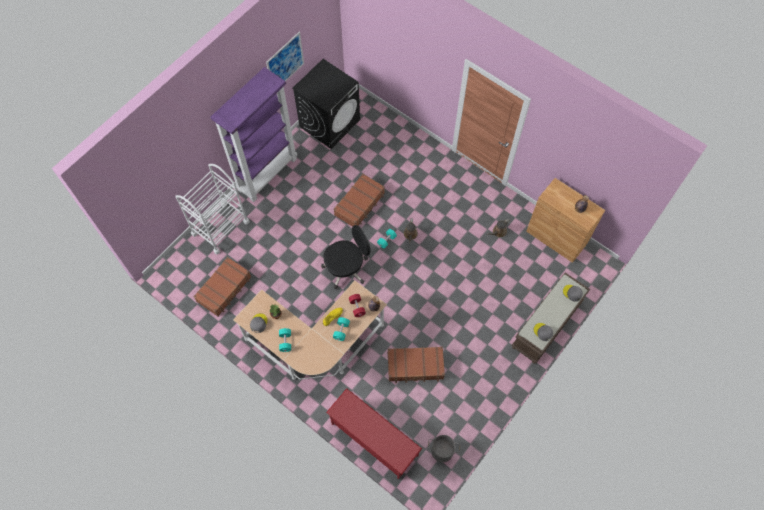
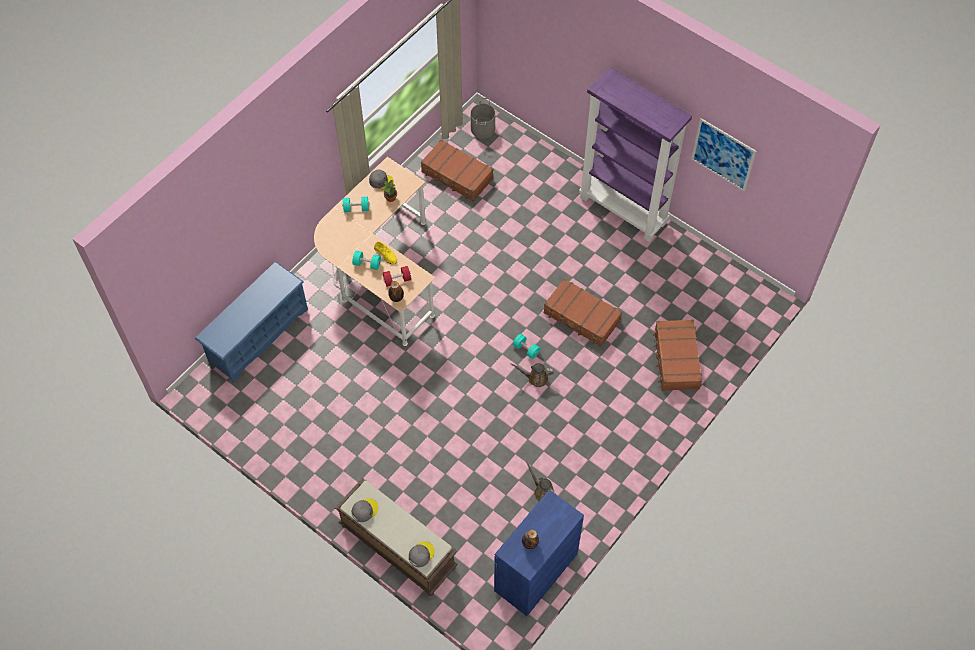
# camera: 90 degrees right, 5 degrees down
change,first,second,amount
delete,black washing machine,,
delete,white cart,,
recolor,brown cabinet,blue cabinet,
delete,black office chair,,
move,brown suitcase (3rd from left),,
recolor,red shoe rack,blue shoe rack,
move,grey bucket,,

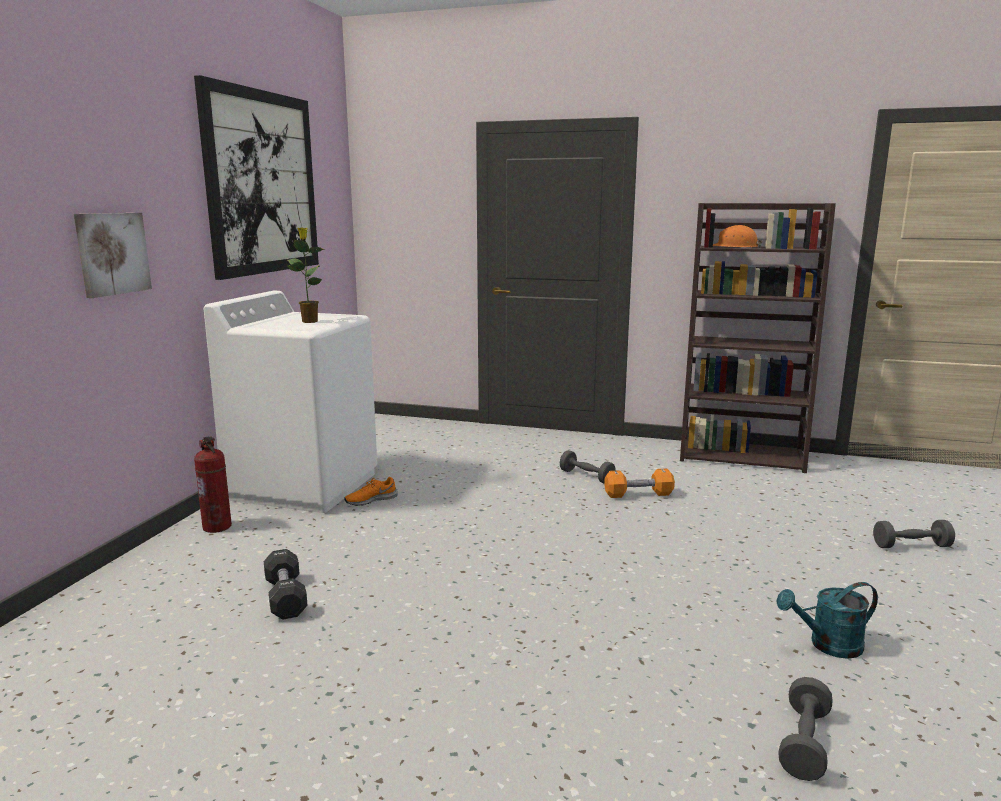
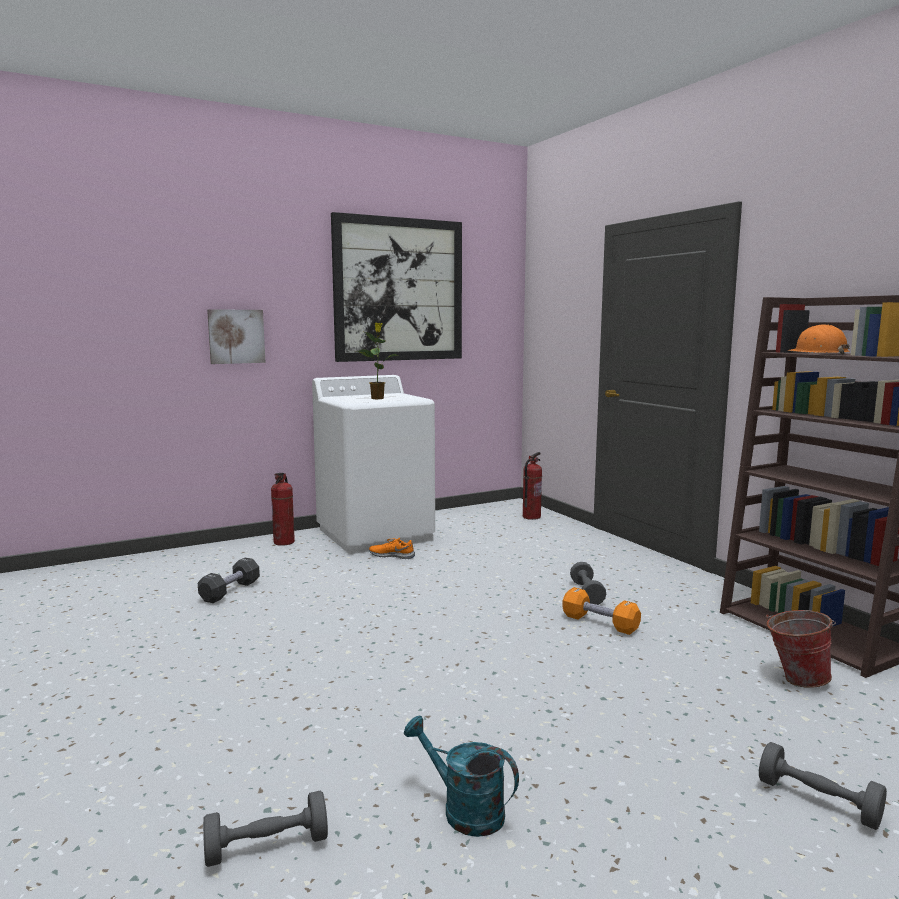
# camera: 45 degrees right, 5 degrees down
change,first,second,amount
insert,,fire extinguisher (2nd from left),
insert,,bucket,

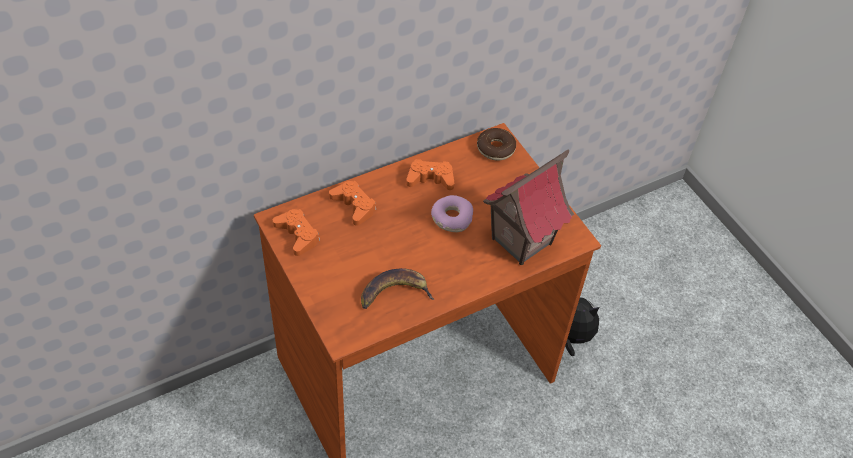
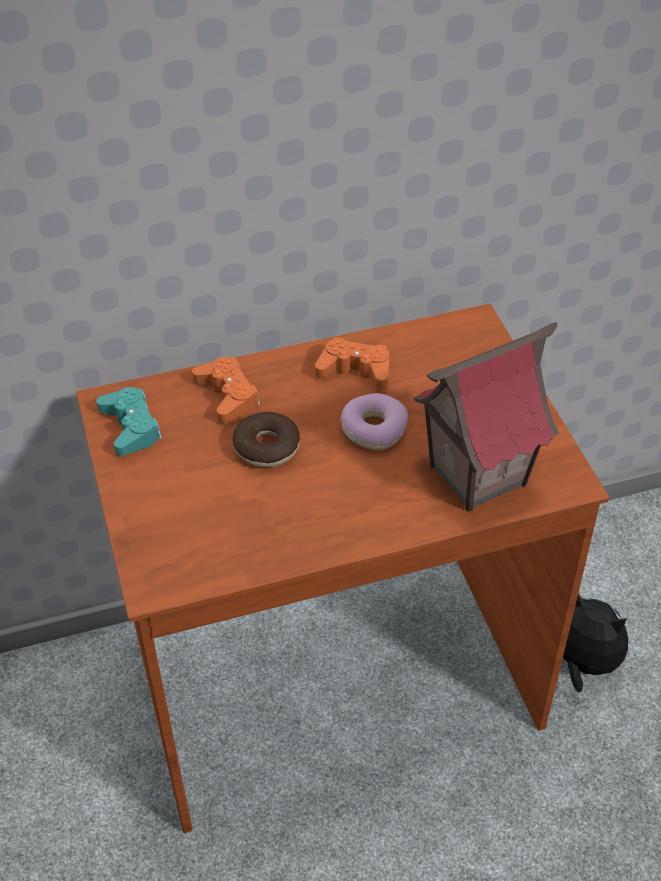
# camera: 15 degrees right, 5 degrees down
change,first,second,amount
move,donut (2nd from left in the first image),donut (1st from left),
recolor,orange game controller (1st from left),turquoise game controller,
delete,banana,,

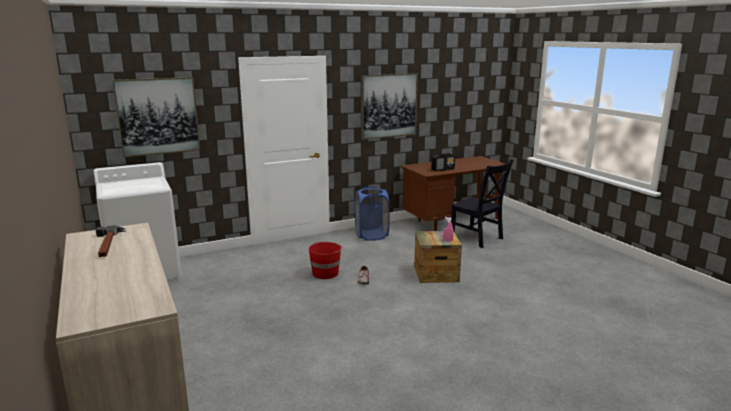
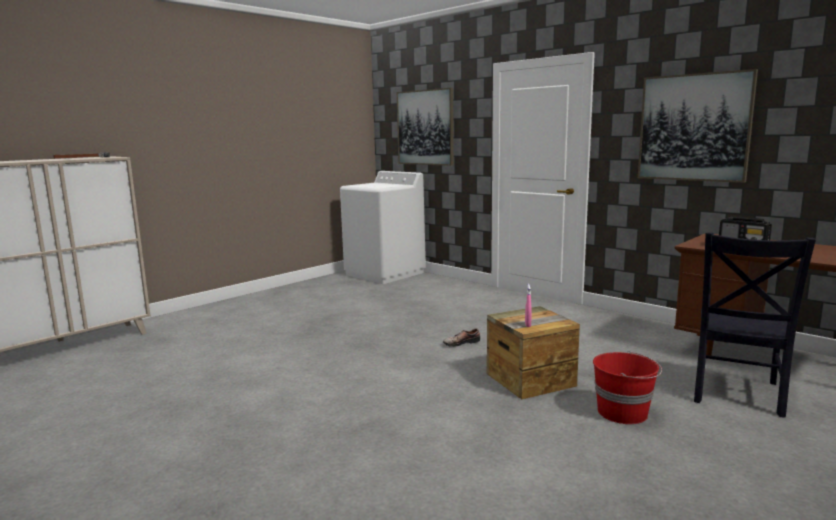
# camera: 70 degrees right, 5 degrees down
change,first,second,amount
delete,blue laundry basket,,
move,red bucket,,

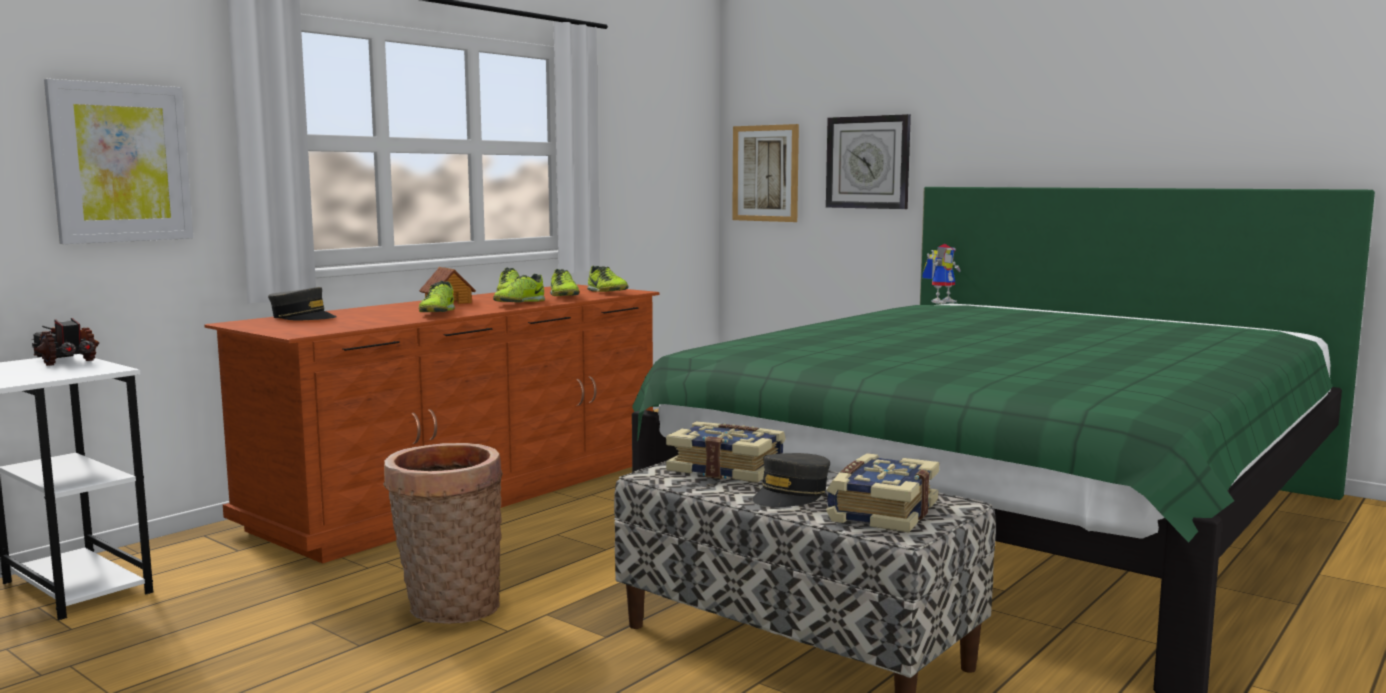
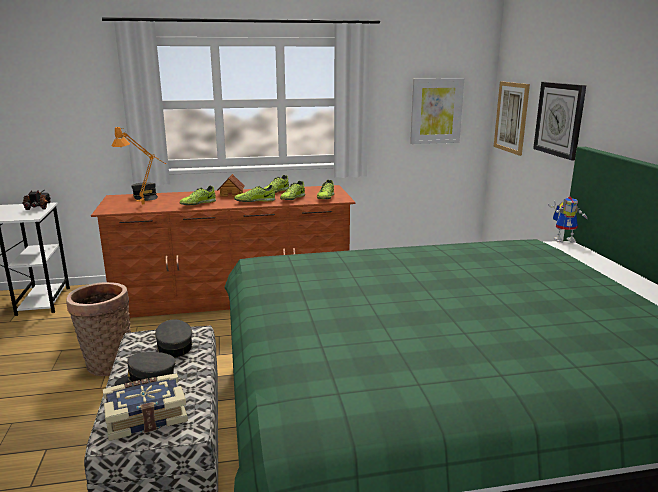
# camera: 40 degrees right, 10 degrees up
change,first,second,amount
move,picture (1st from left),,
replace,book (1st from left),grey cap (3rd from left),
insert,,orange table lamp,

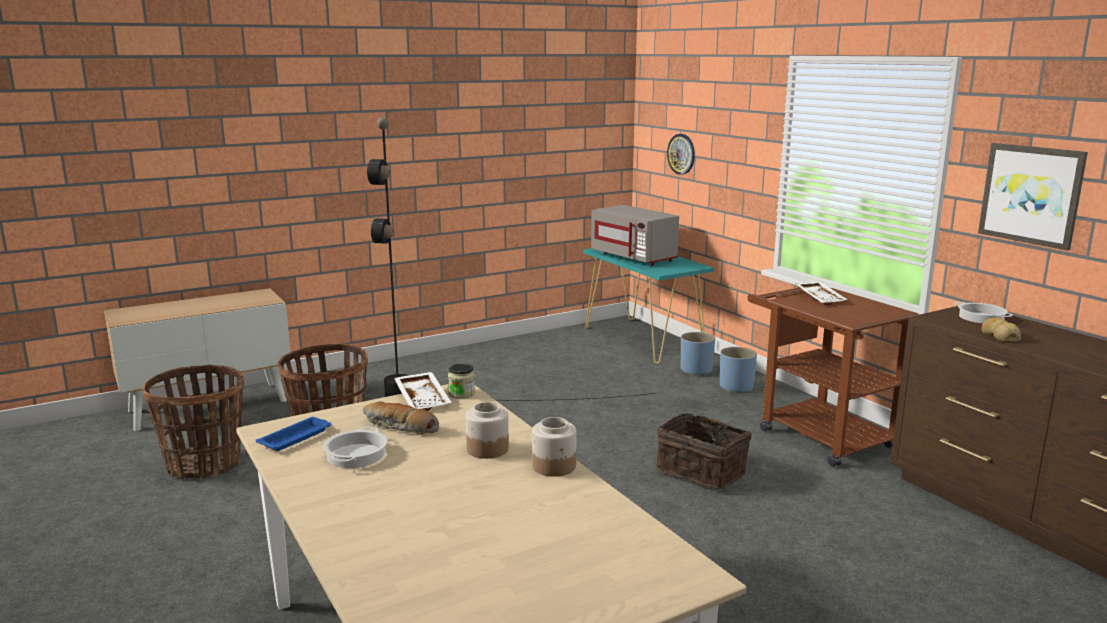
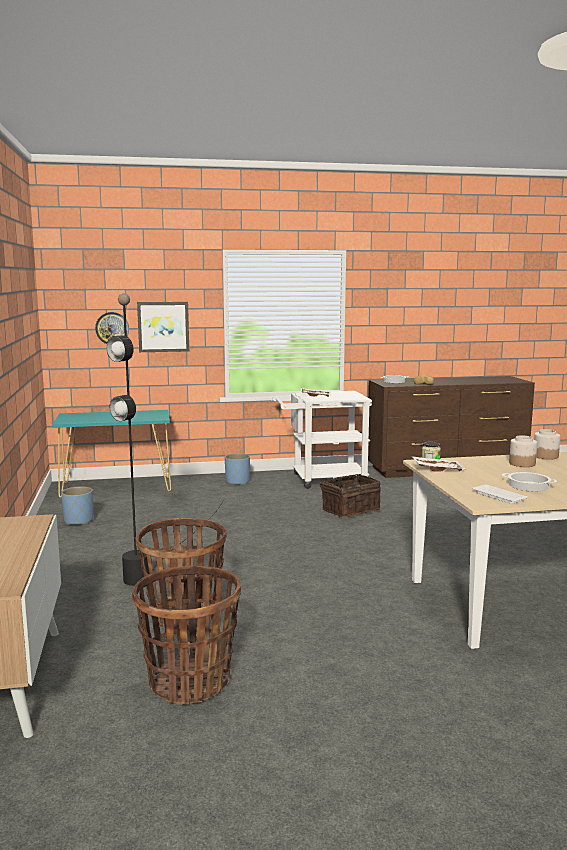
# camera: 70 degrees left, 5 degrees down
change,first,second,amount
move,picture,,
delete,grey microwave,,
recolor,brown cart,white cart,
move,blue planter (1st from left),,
delete,bread (1st from left),,
recolor,blue tray,white tray (3rd from left),

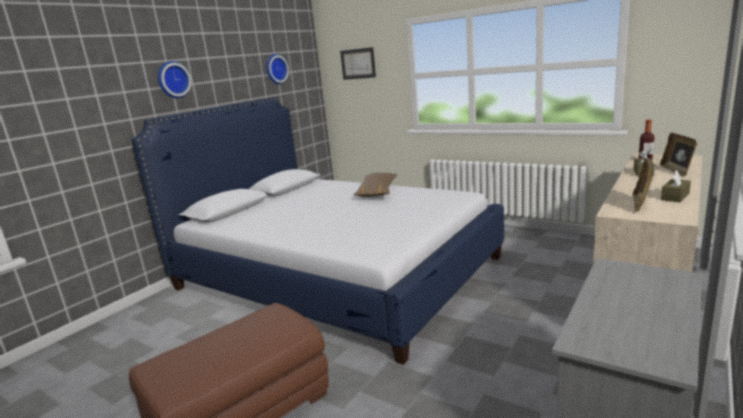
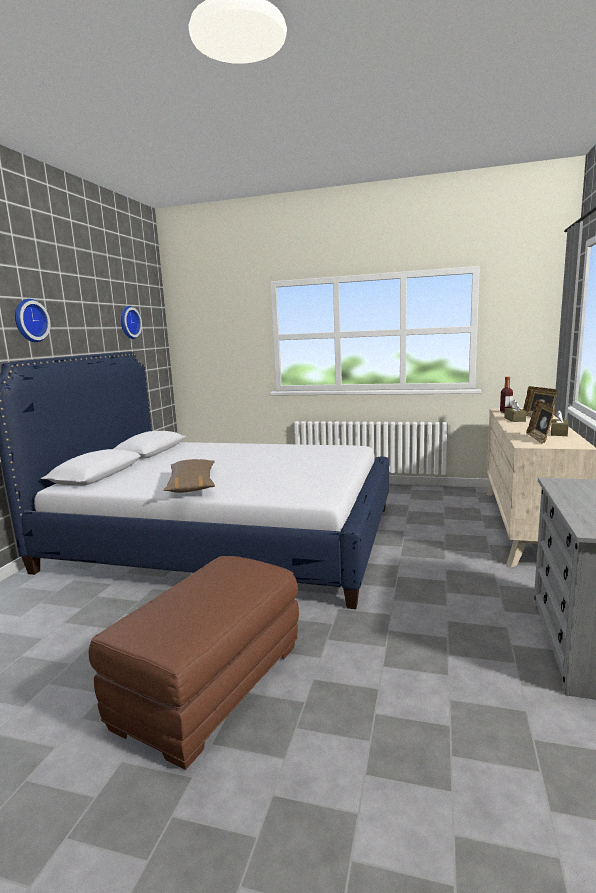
# camera: 20 degrees left, 5 degrees down
change,first,second,amount
delete,picture,,
move,brown pillow,,

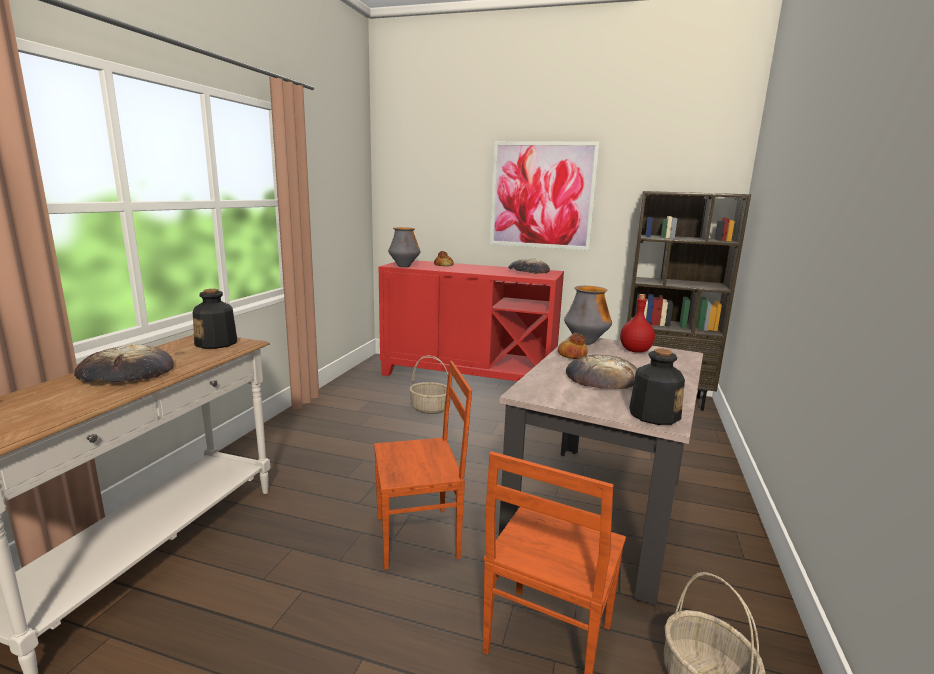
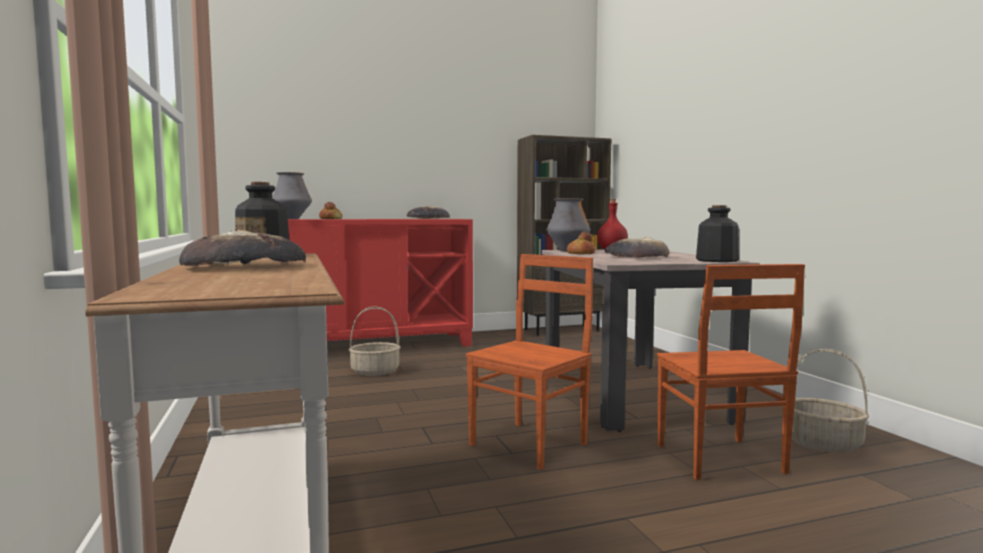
# camera: 35 degrees left, 10 degrees down
change,first,second,amount
delete,picture,,

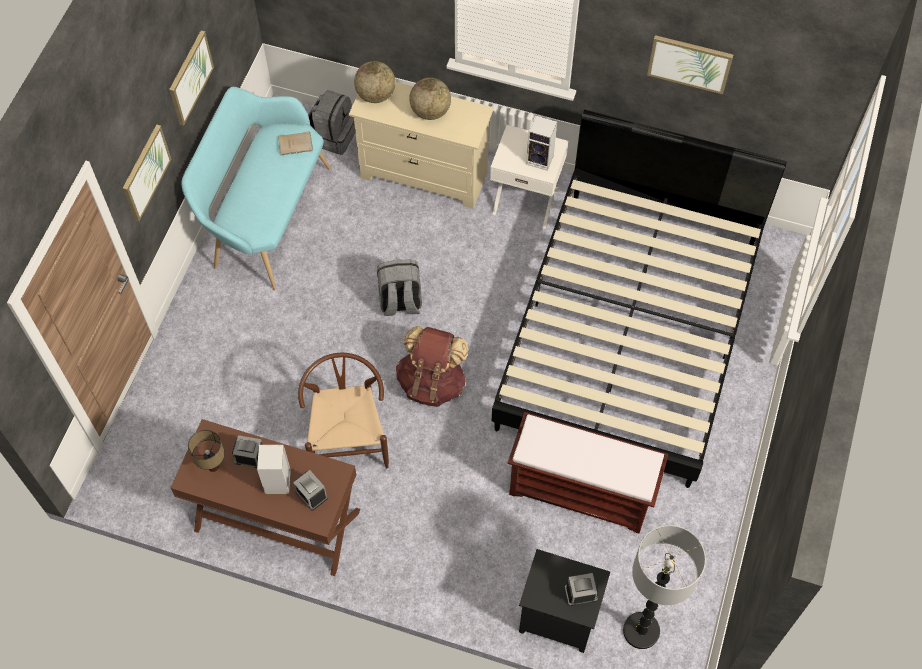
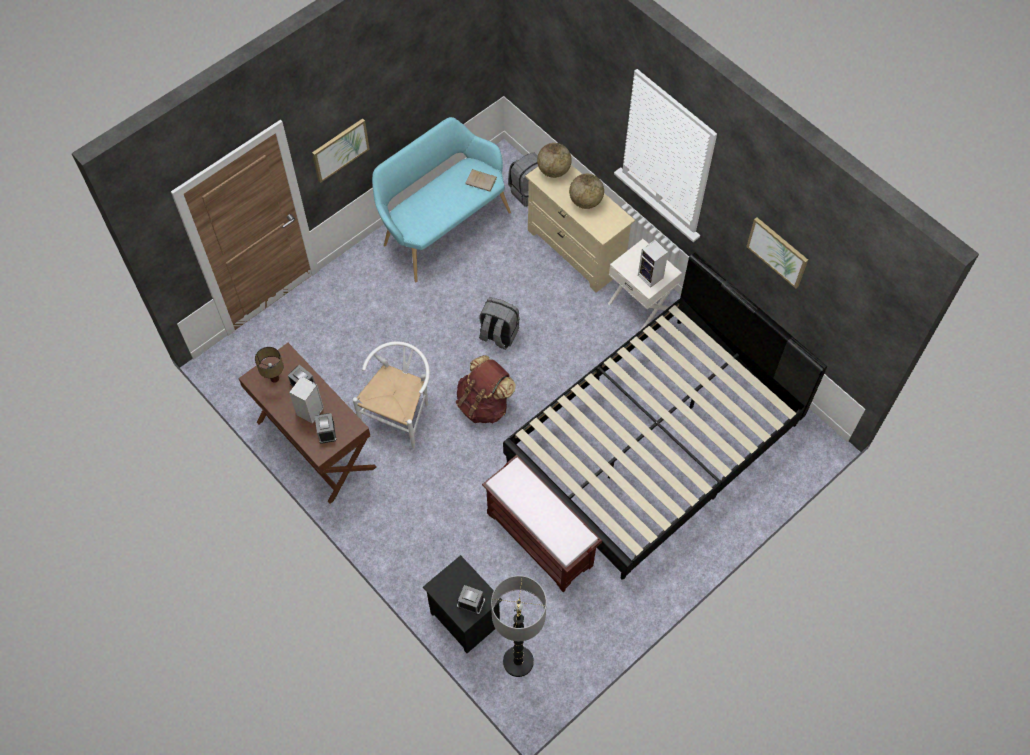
# camera: 30 degrees right, 0 degrees up
change,first,second,amount
delete,picture (2nd from left),,
recolor,brown chair,white chair,

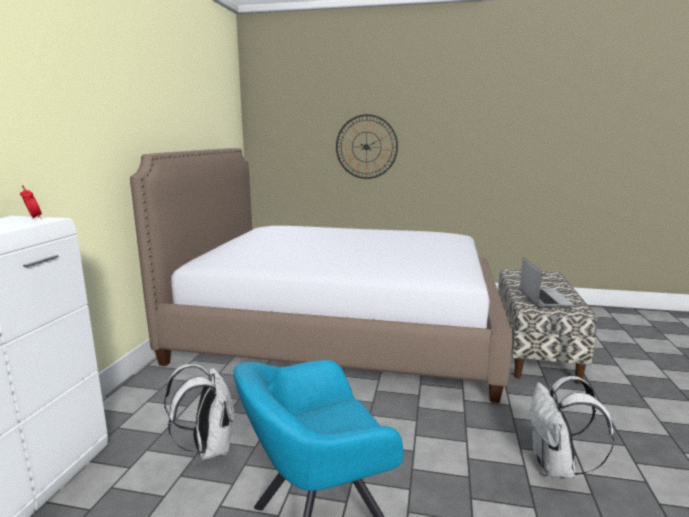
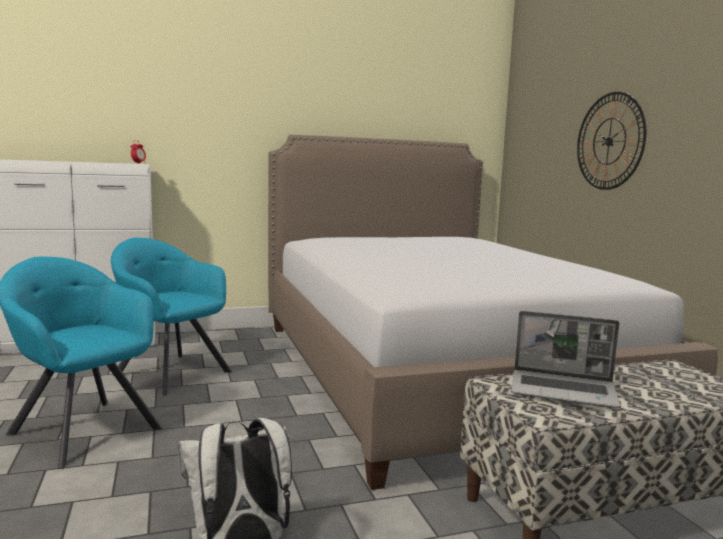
# camera: 60 degrees right, 5 degrees down
change,first,second,amount
rotate,laptop,,45 degrees clockwise
replace,white backpack (1st from left),turquoise armchair (2nd from left),

